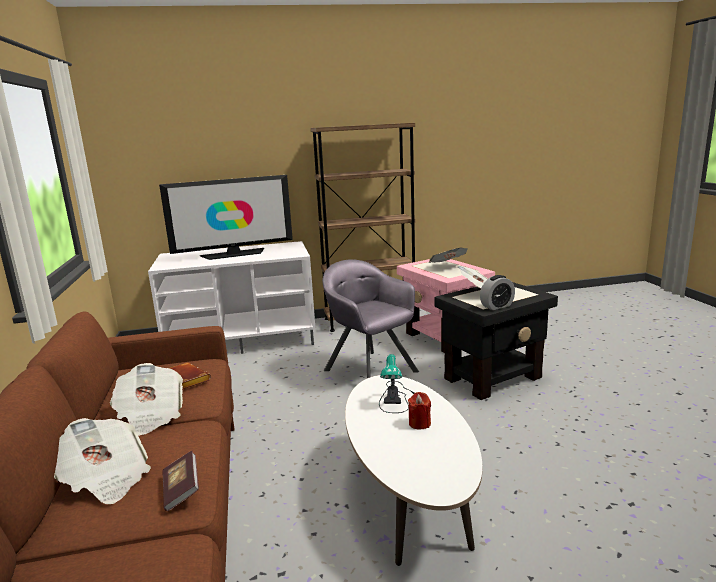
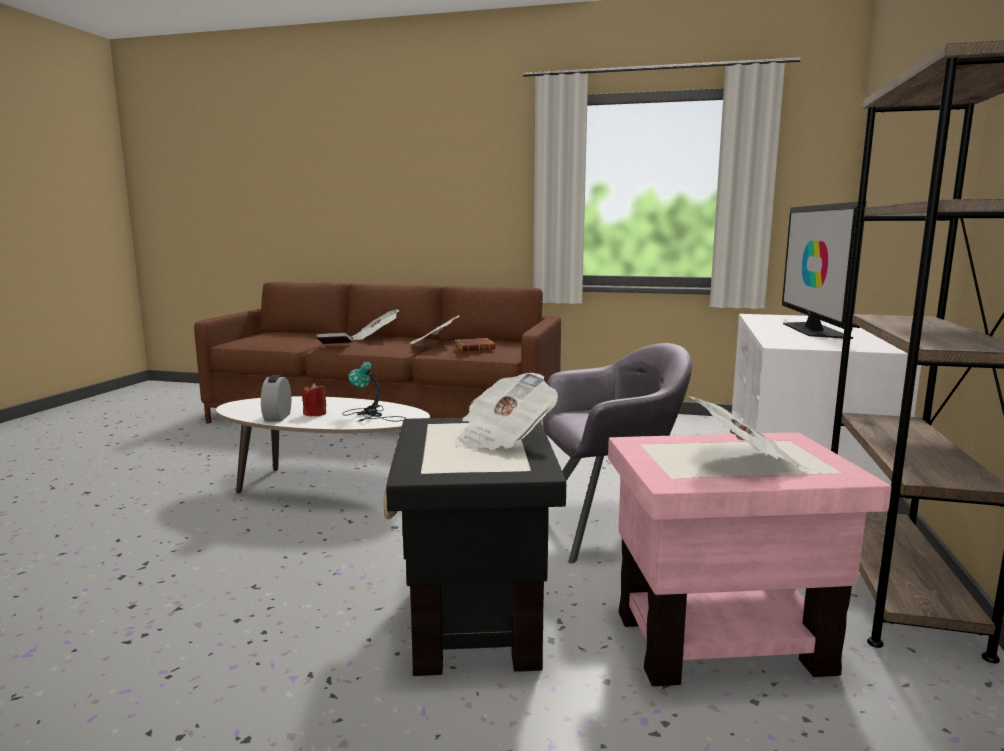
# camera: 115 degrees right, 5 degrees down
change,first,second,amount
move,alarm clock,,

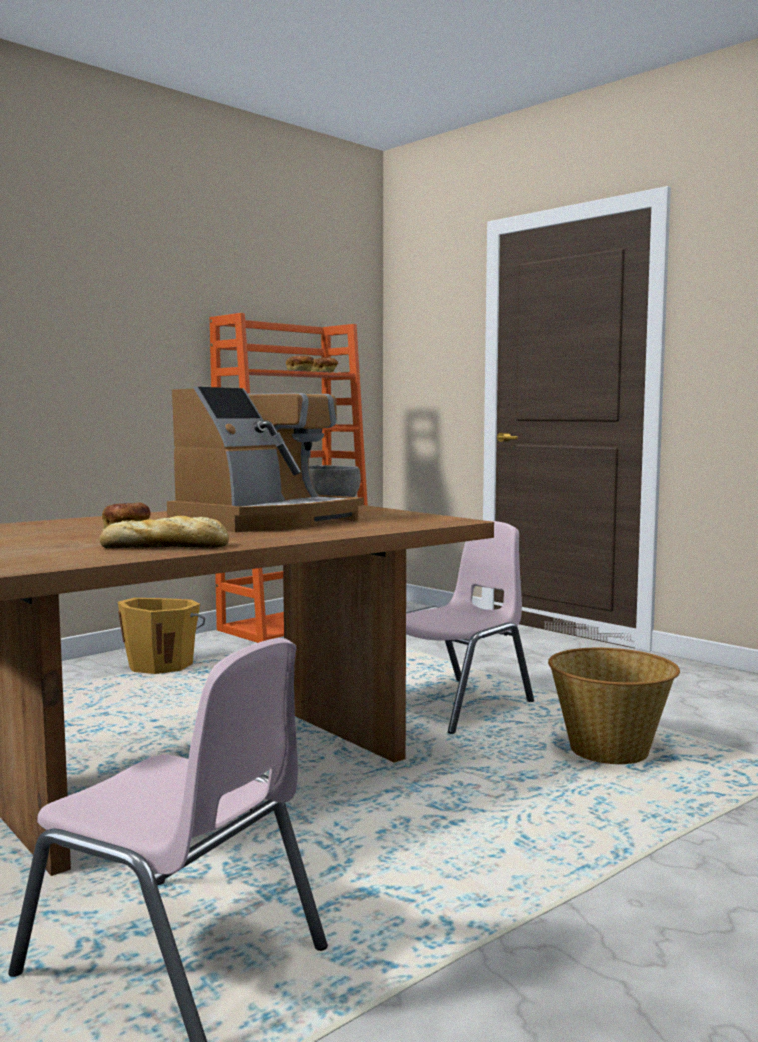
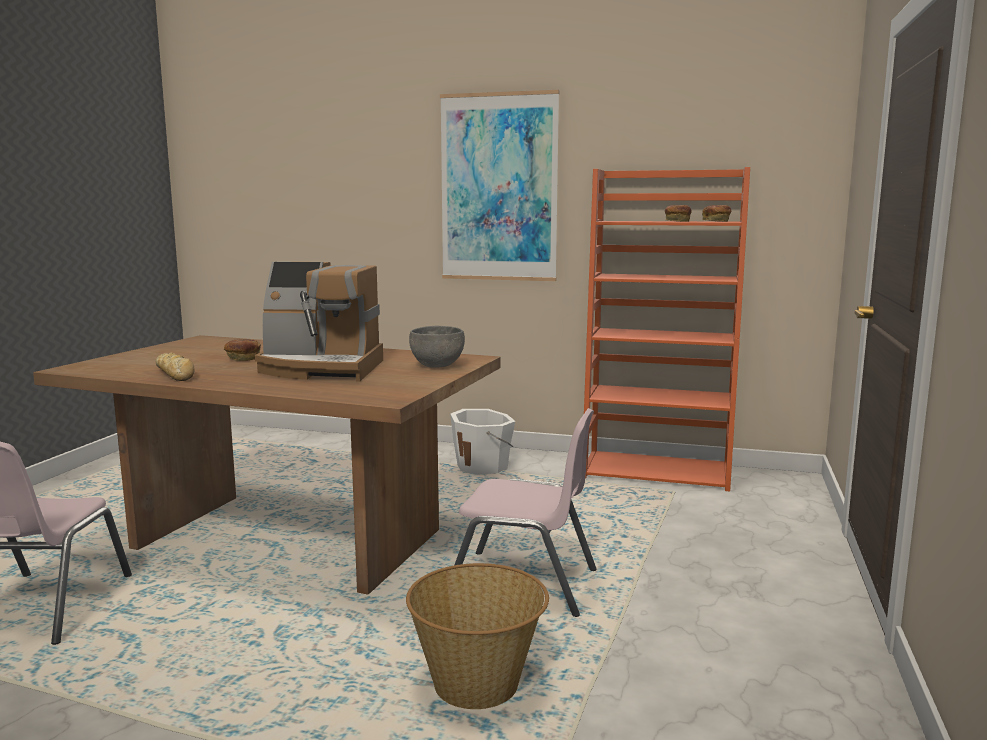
# camera: 60 degrees right, 5 degrees up
change,first,second,amount
recolor,orange bucket,white bucket,
insert,,picture,

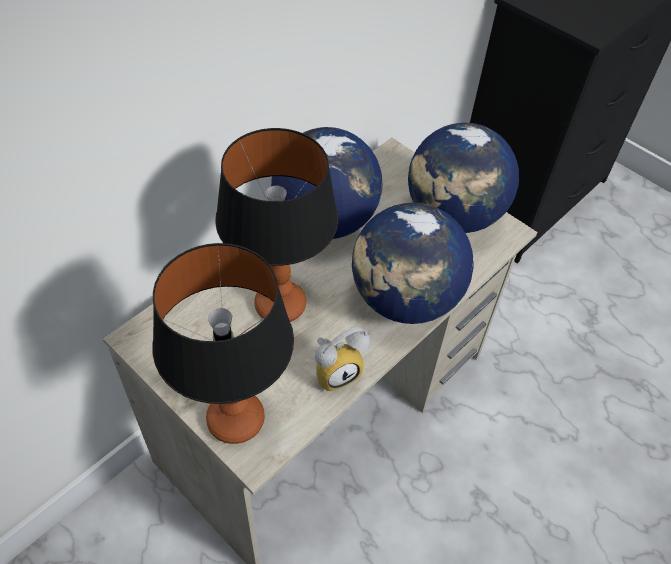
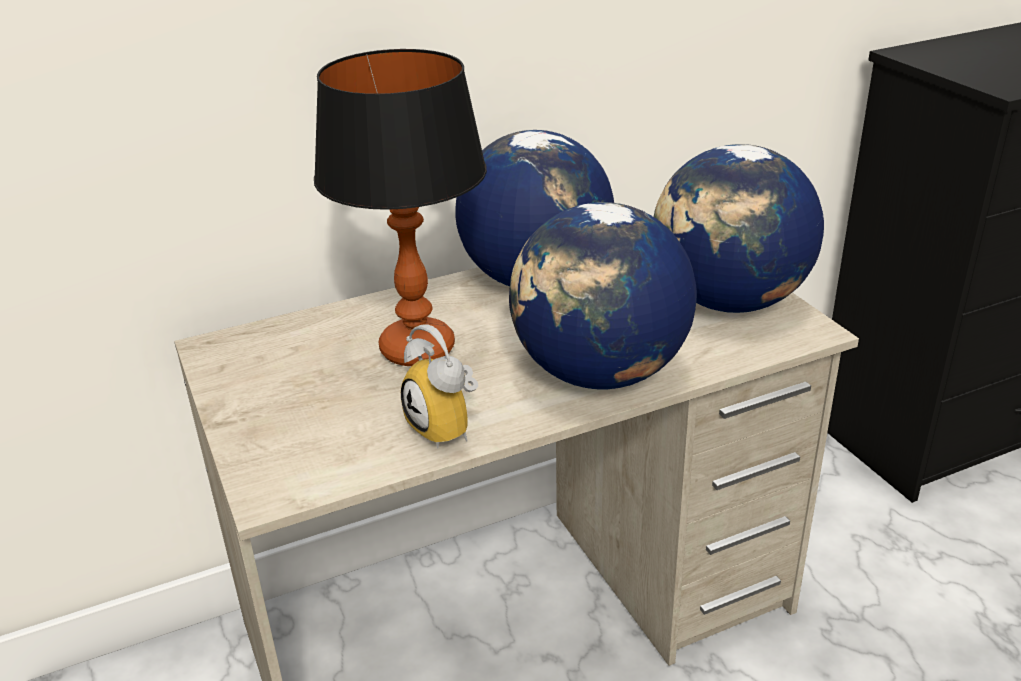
# camera: 25 degrees right, 20 degrees down
change,first,second,amount
delete,table lamp (1st from left),,
rotate,alarm clock,,60 degrees clockwise

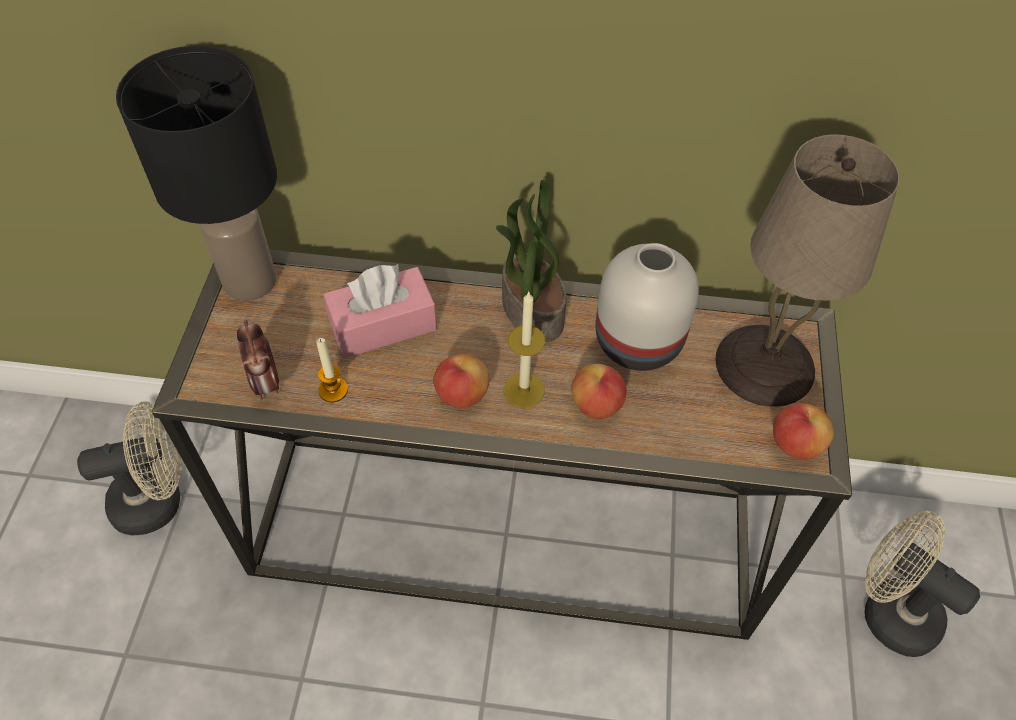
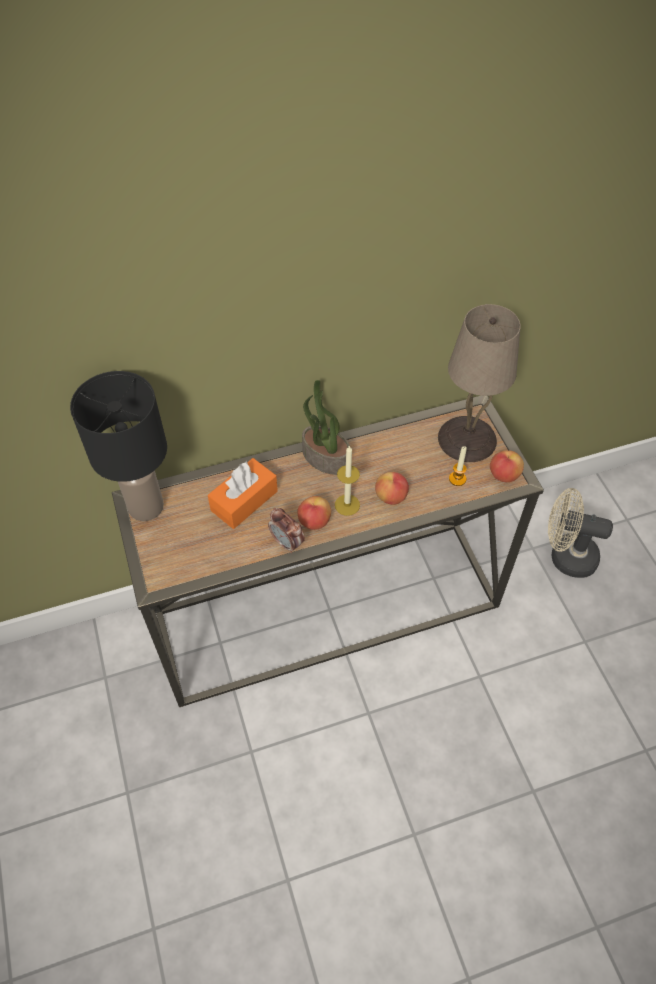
# camera: 25 degrees left, 0 degrees up
change,first,second,amount
delete,white vase,,
recolor,pink tissue box,orange tissue box,
move,alarm clock,,
move,candle (1st from left in the first image),candle (2nd from left),
delete,beige fan (1st from left),,

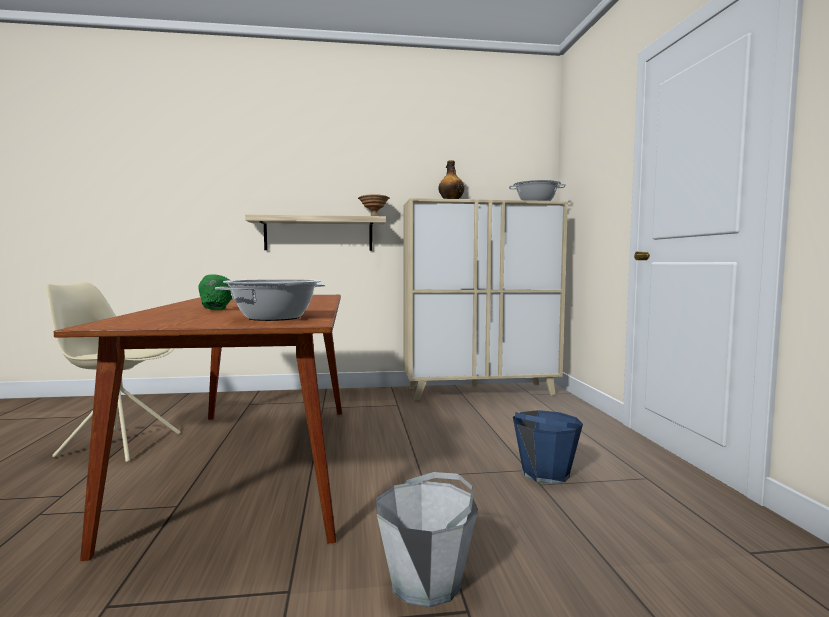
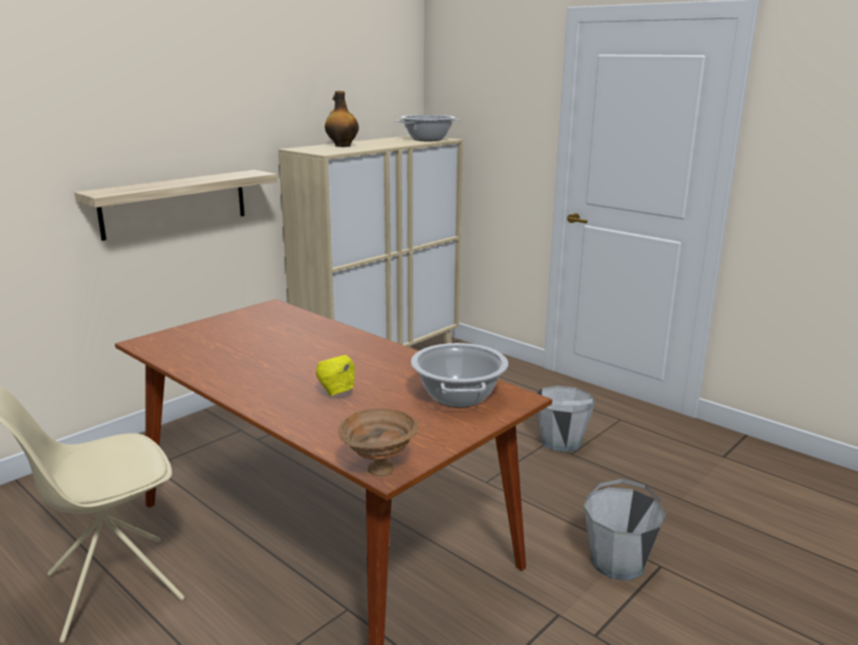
# camera: 40 degrees left, 15 degrees up
change,first,second,amount
move,brown bowl,,
recolor,green bowl,yellow bowl,
recolor,blue bucket,grey bucket (1st from left),

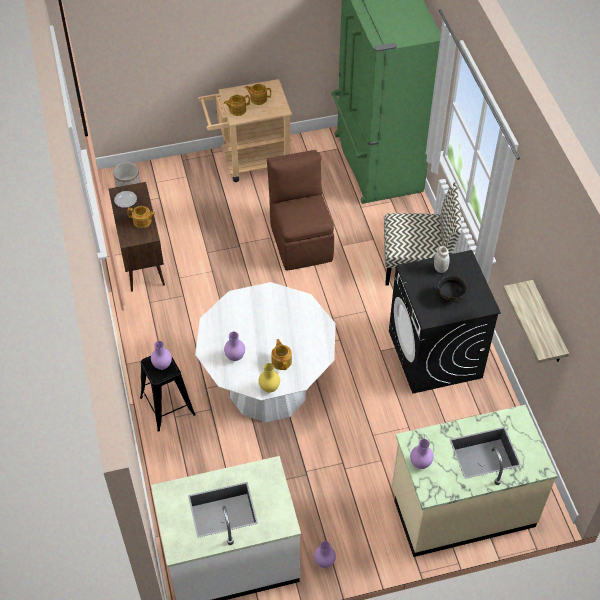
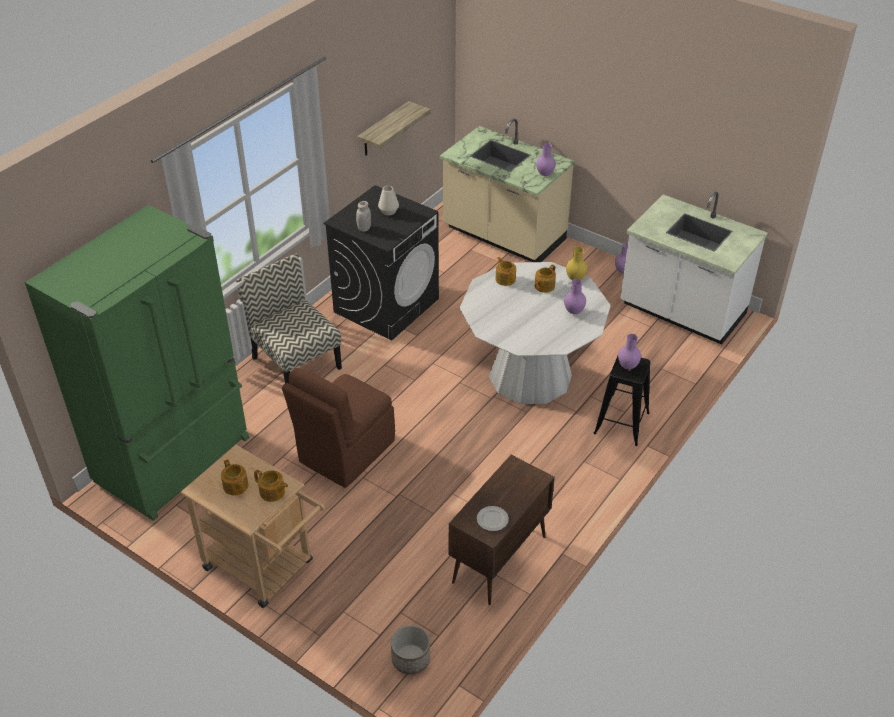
# camera: 130 degrees left, 10 degrees down
change,first,second,amount
move,teapot (1st from left in the first image),teapot (3rd from left),
replace,black bowl,white vase,

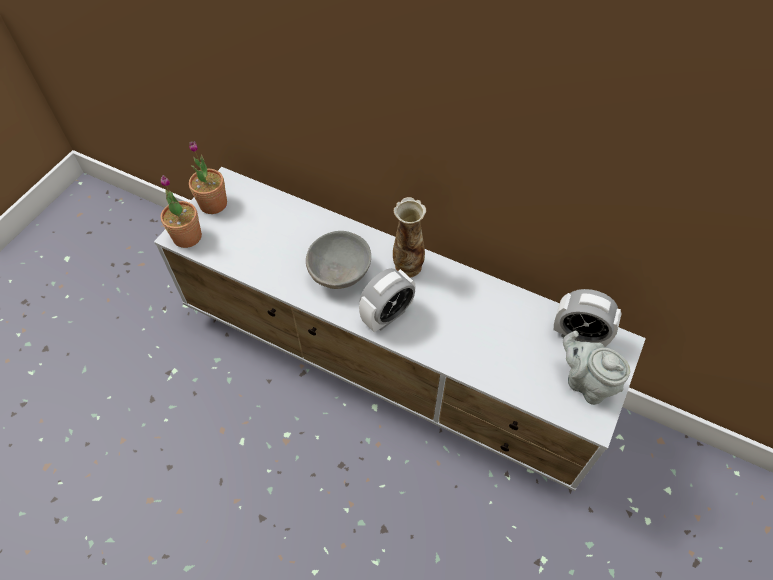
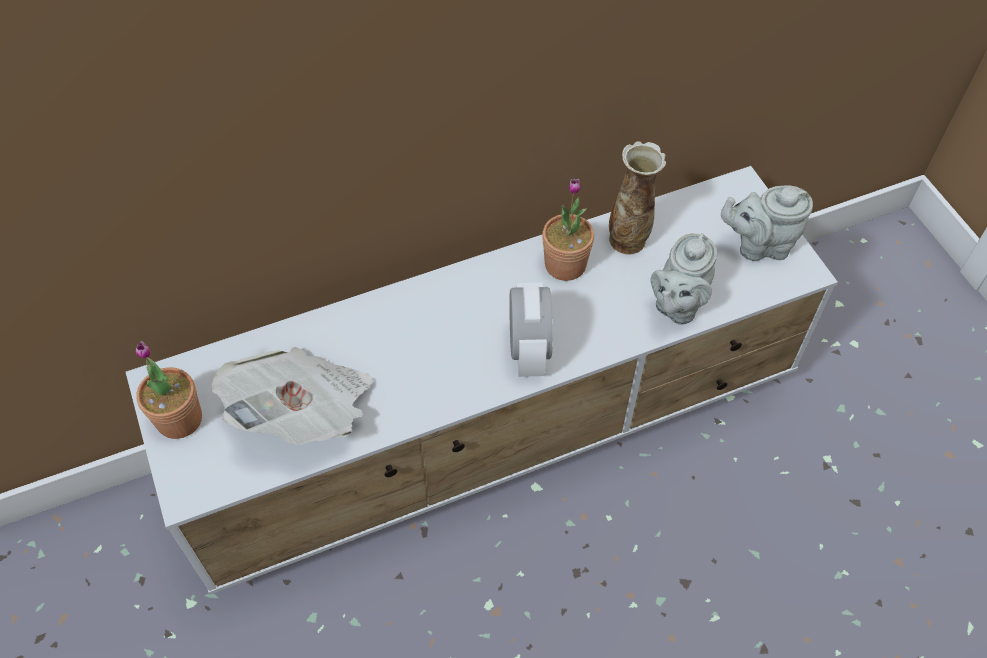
# camera: 50 degrees left, 0 degrees up
change,first,second,amount
move,potted plant (1st from left in the first image),potted plant (2nd from left),
move,vase,,
delete,grey bowl,,
delete,alarm clock (2nd from left),,
insert,,grey teapot (1st from left),
insert,,newspaper,

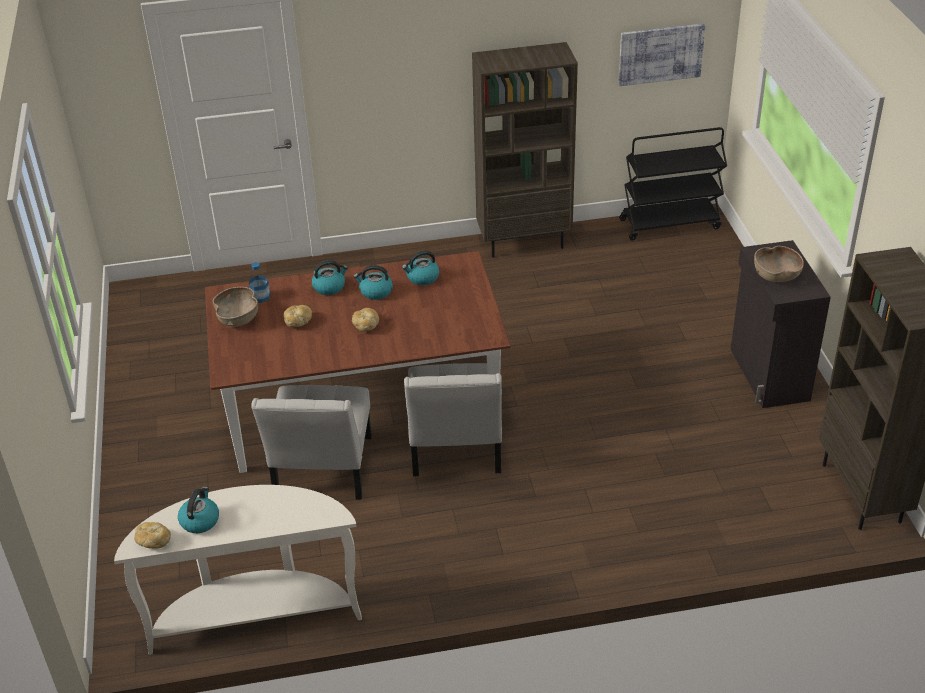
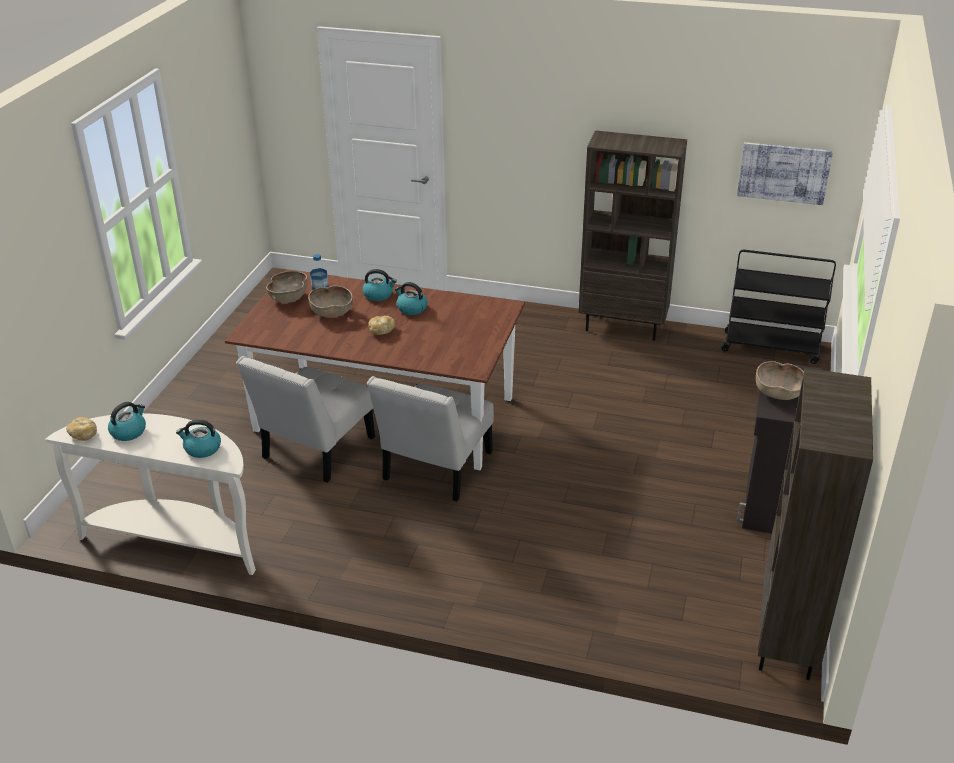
# camera: 25 degrees right, 5 degrees down
change,first,second,amount
move,kettle (4th from left in the first image),kettle (2nd from left),
replace,bread (2nd from left),brown bowl (2nd from left),

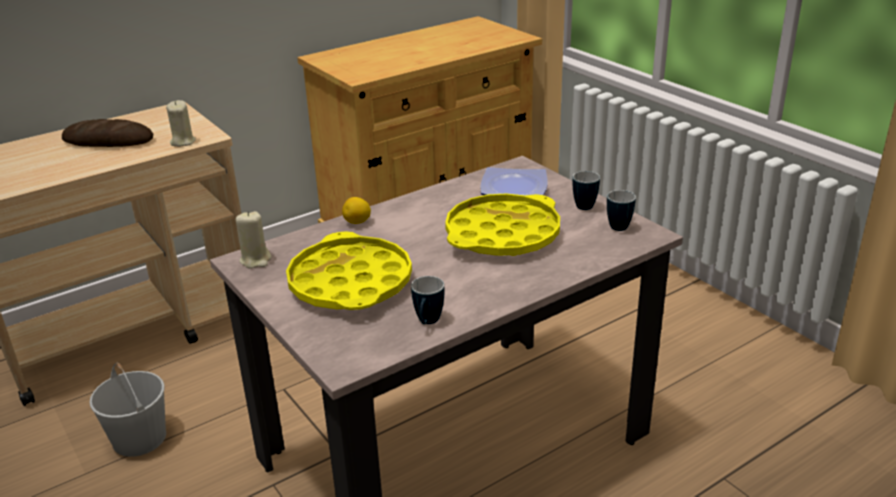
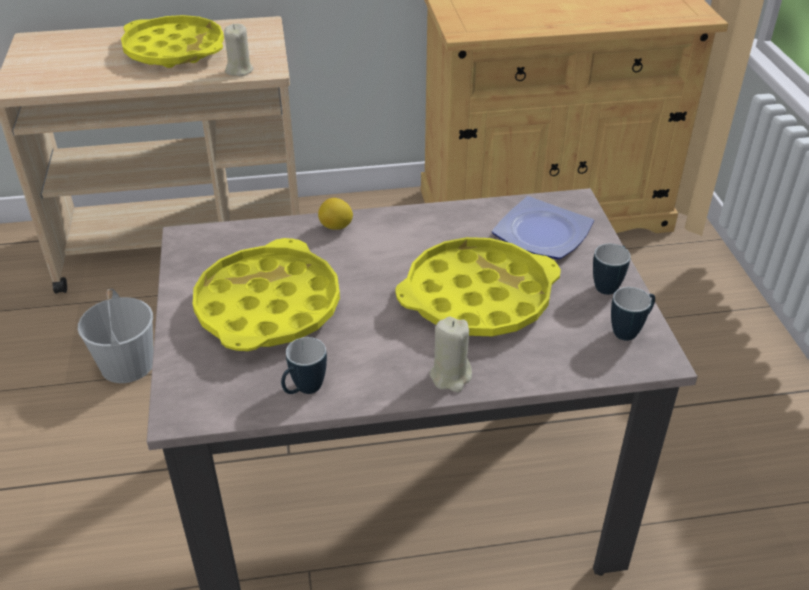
# camera: 25 degrees right, 10 degrees up
change,first,second,amount
replace,bread,yellow tray (1st from left),
move,beige candle (2nd from left),,

